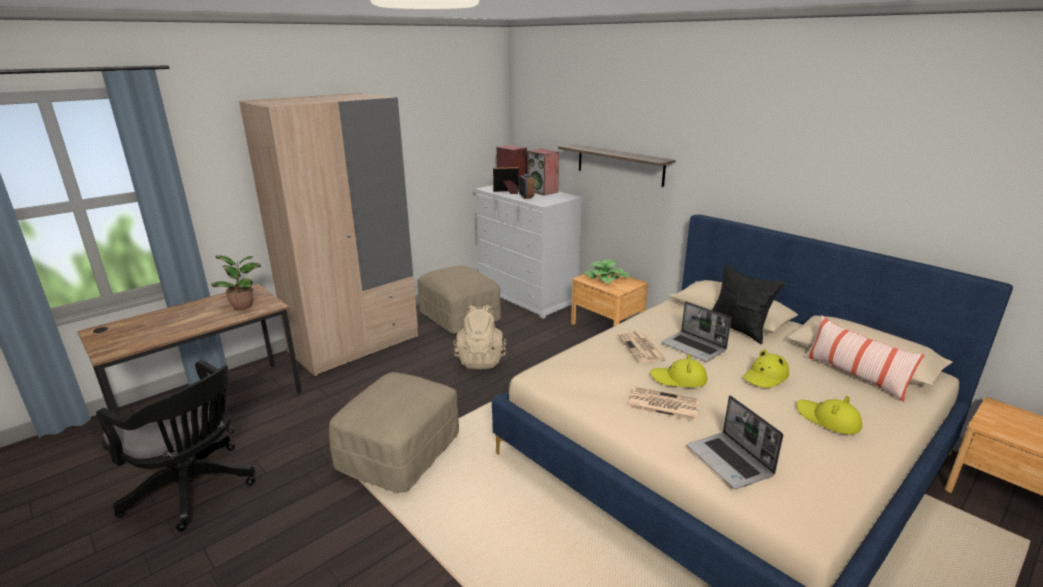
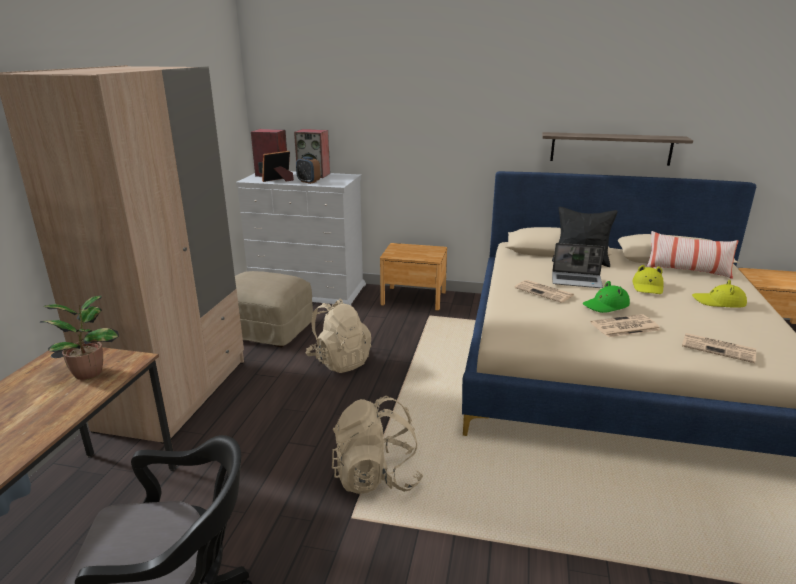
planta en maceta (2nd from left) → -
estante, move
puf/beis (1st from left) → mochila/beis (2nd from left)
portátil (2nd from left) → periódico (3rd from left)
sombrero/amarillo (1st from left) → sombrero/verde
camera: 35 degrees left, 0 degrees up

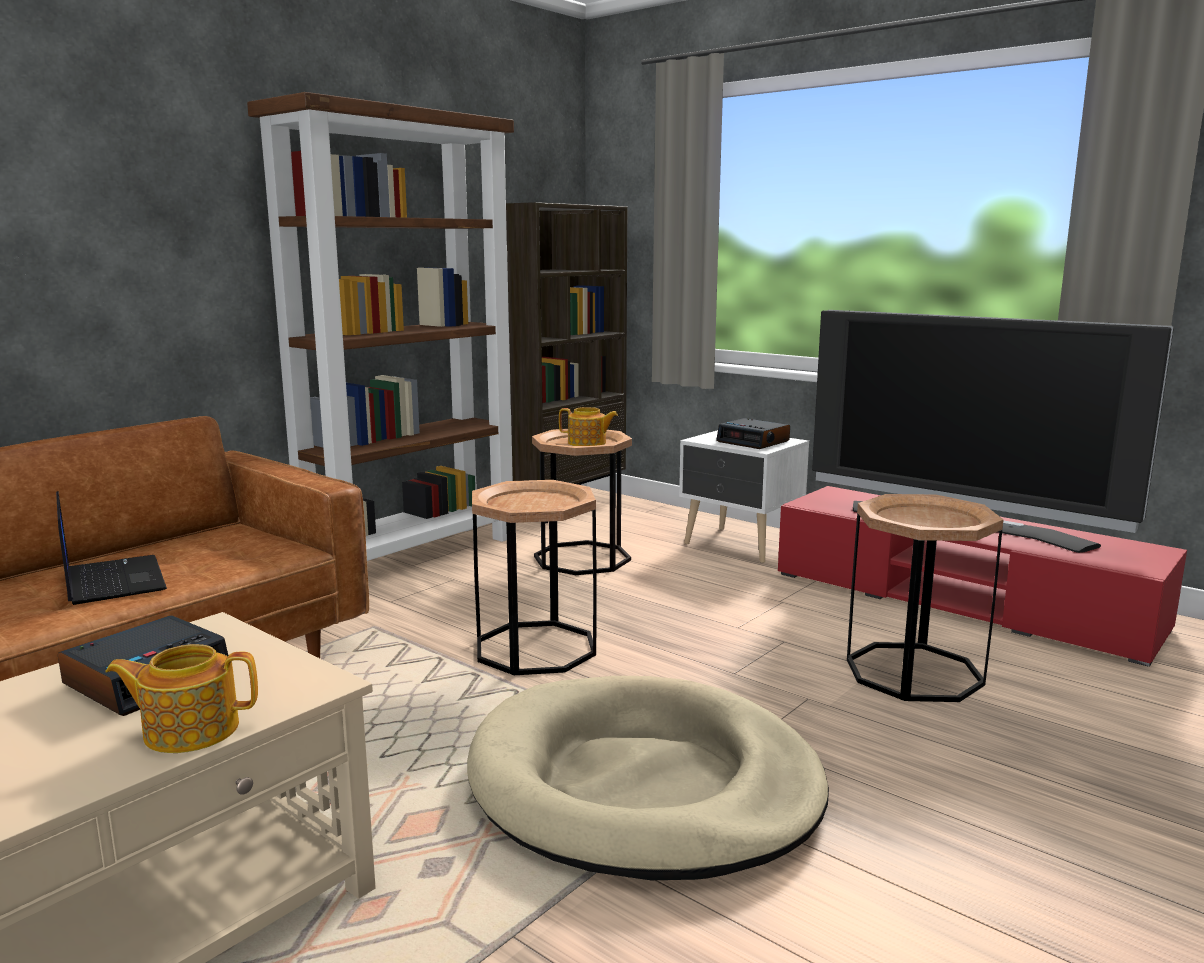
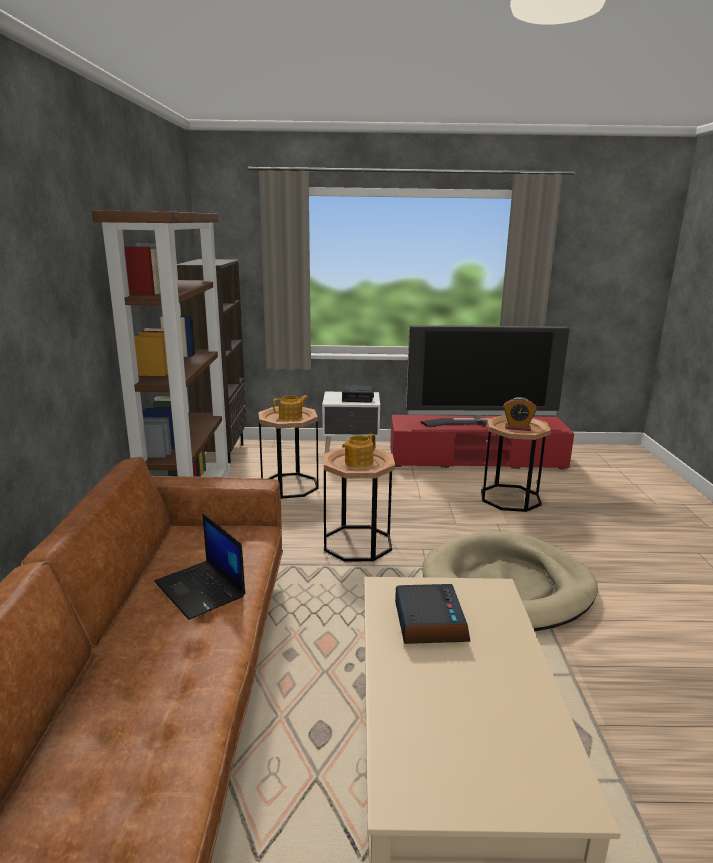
- → despertador (3rd from left)
tetera (1st from left in the first image) → tetera (2nd from left), move
portátil, 150 degrees counterclockwise
camera: 40 degrees left, 5 degrees up

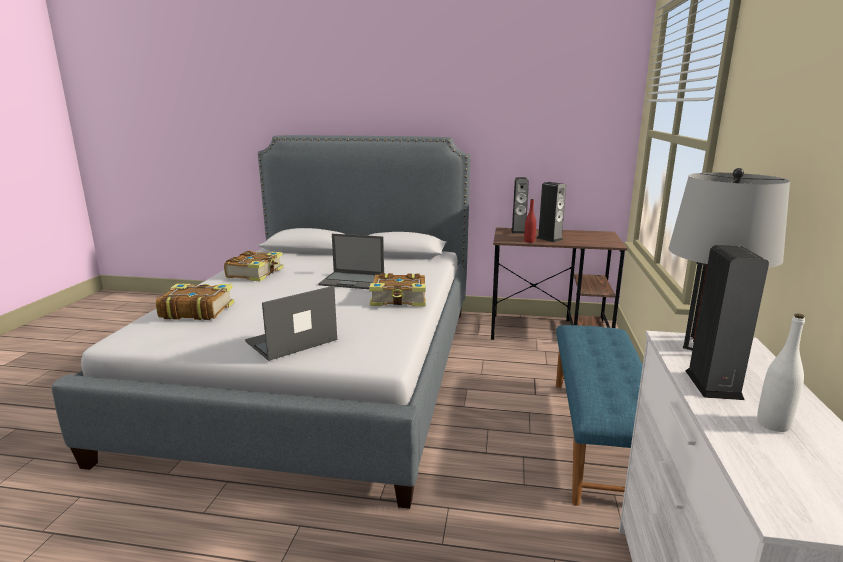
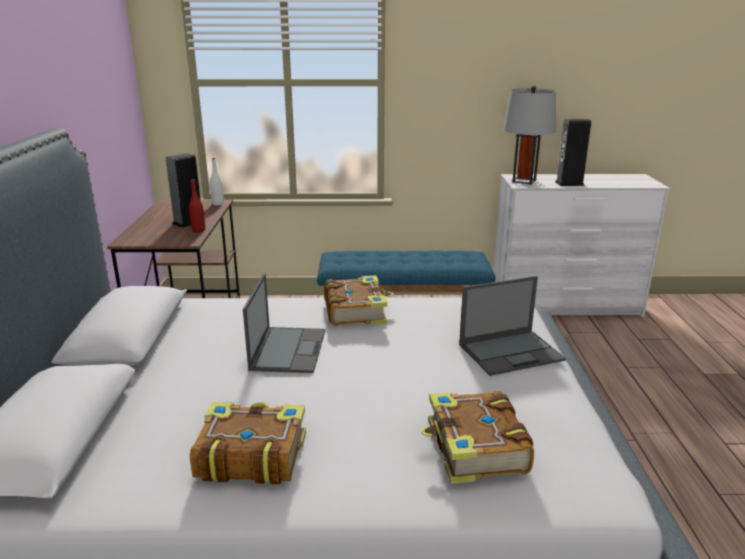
altavoz (1st from left) → -
botella/blanco, move
portátil (1st from left in the first image) → portátil (2nd from left), 60 degrees counterclockwise
camera: 100 degrees left, 5 degrees up

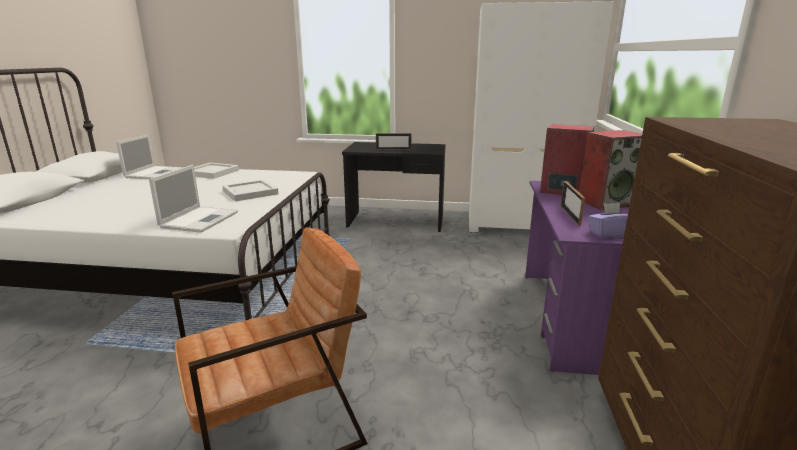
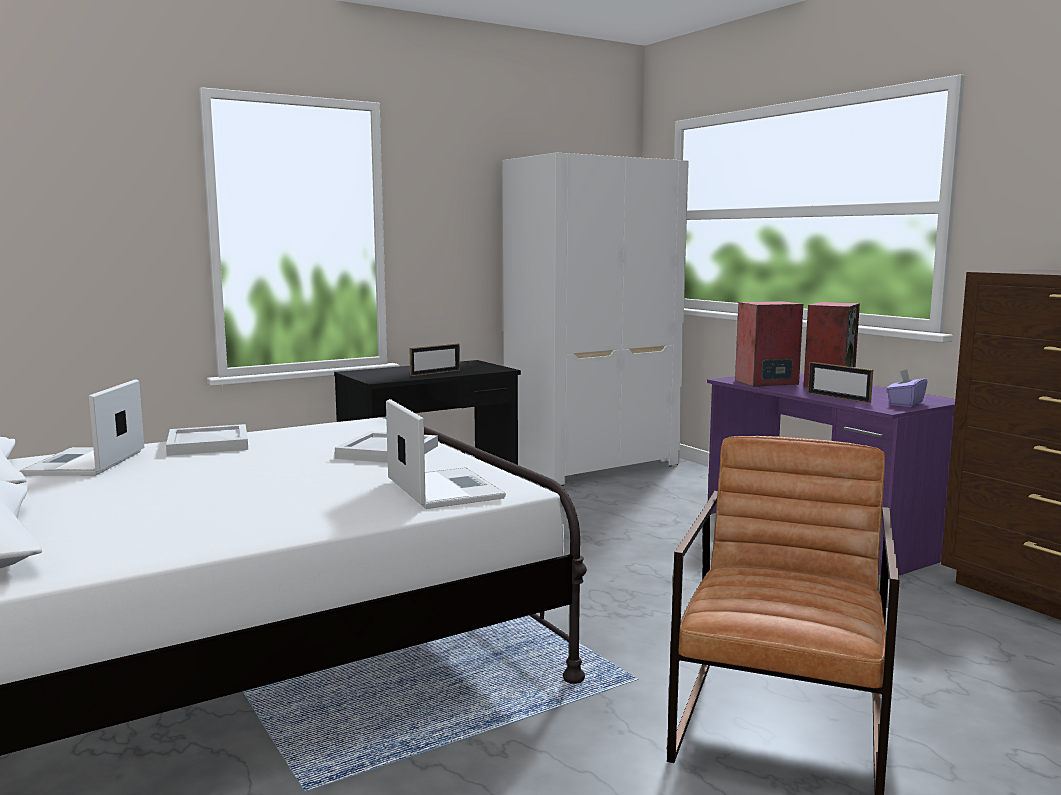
portátil (1st from left), 150 degrees counterclockwise
camera: 40 degrees left, 10 degrees down

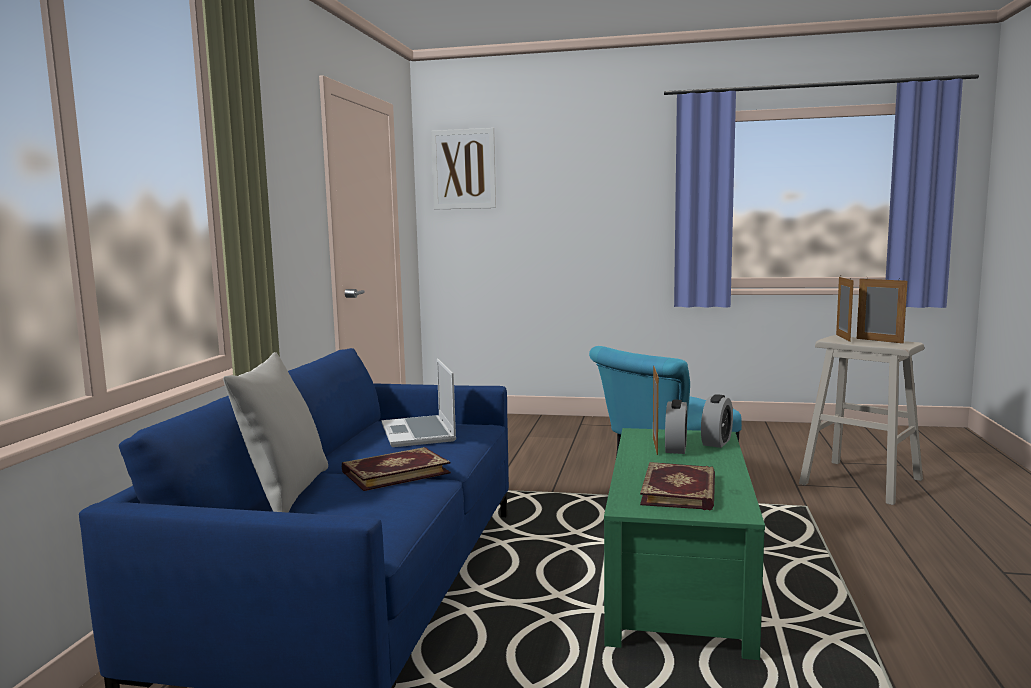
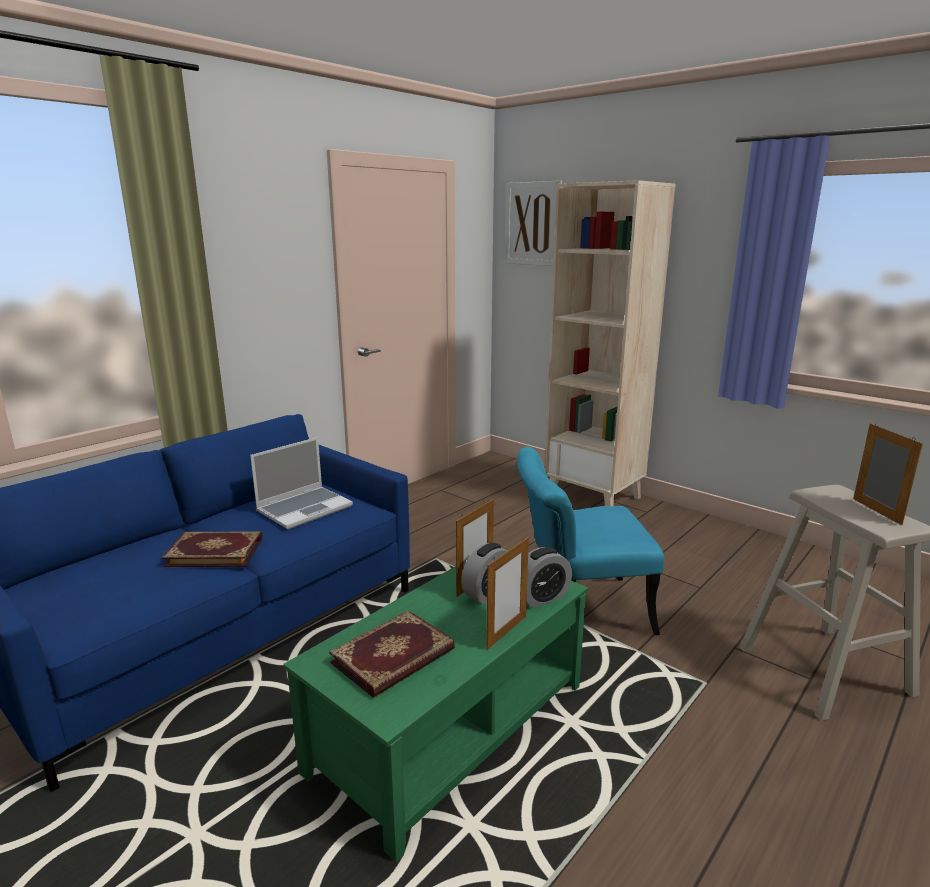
cojín/gris → -
- → estantería/beis
portarretratos (2nd from left), move
portátil, 150 degrees counterclockwise
camera: 30 degrees right, 10 degrees up

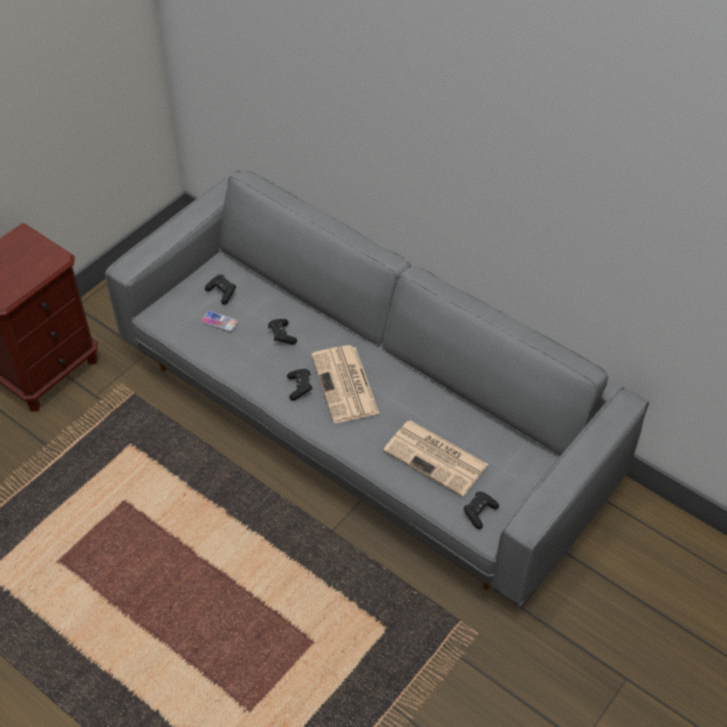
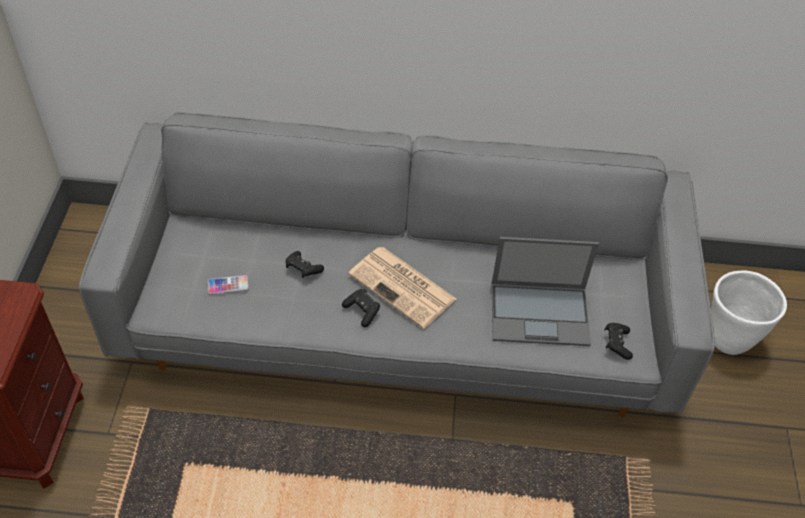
mando de consola/negro (1st from left) → -
- → maceta/blanco
periódico (2nd from left) → portátil
camera: 35 degrees left, 0 degrees up

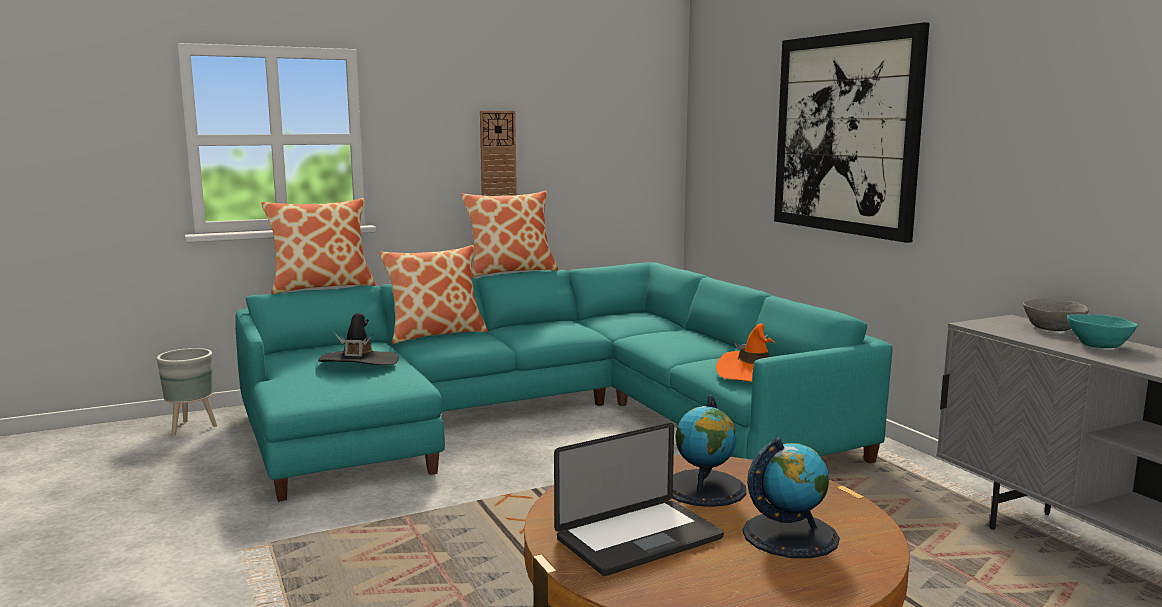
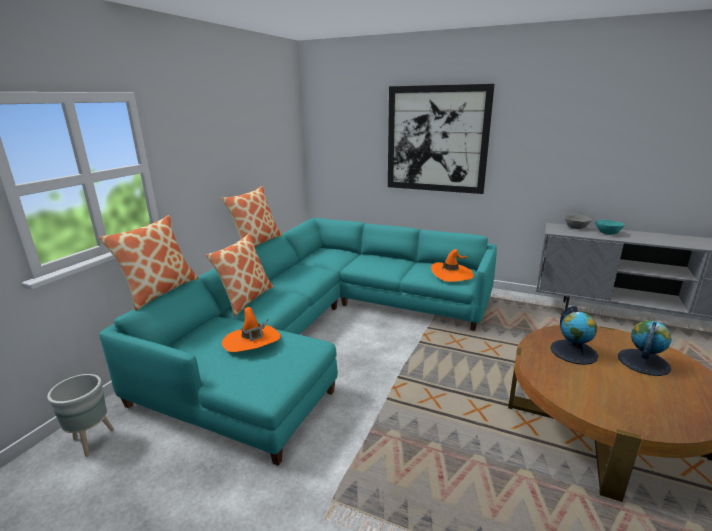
reloj de pared → -
portátil → -
sombrero/negro → sombrero/naranja (1st from left)
camera: 40 degrees left, 10 degrees up

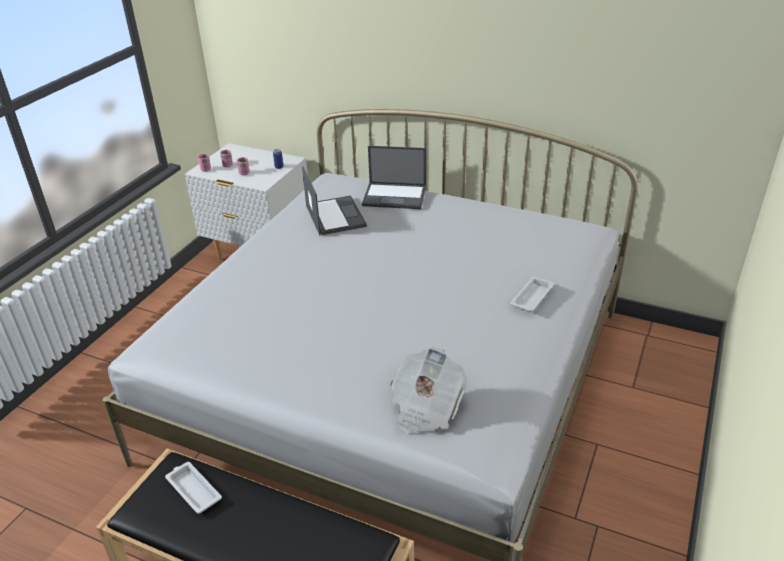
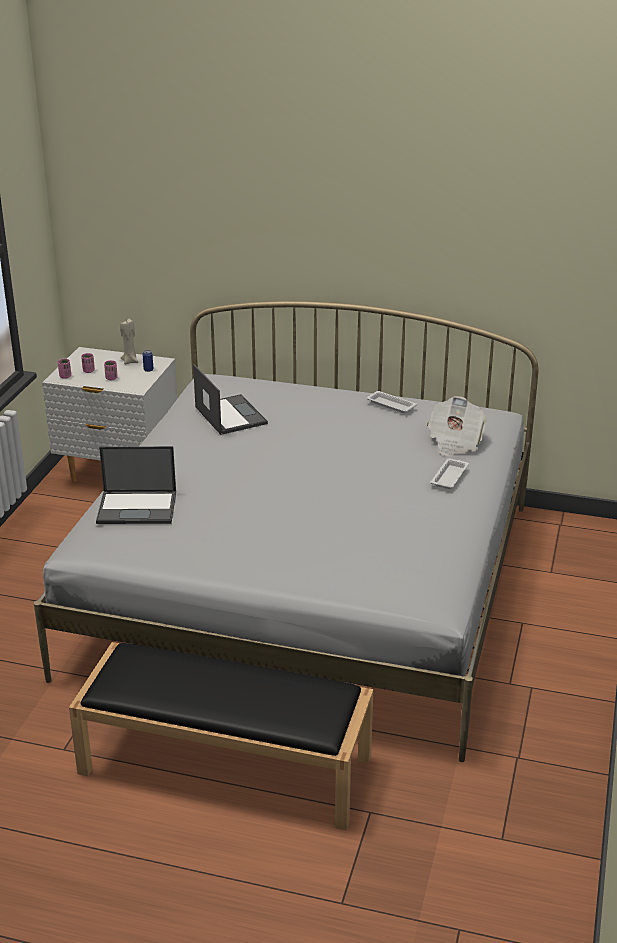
- → vela/beis
bandeja/blanco (1st from left), move
portátil (2nd from left in the first image) → portátil (1st from left), move
periódico, move
camera: 10 degrees left, 5 degrees down

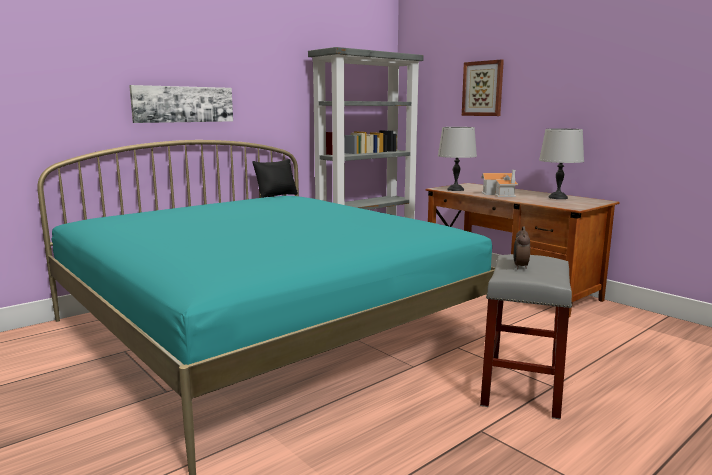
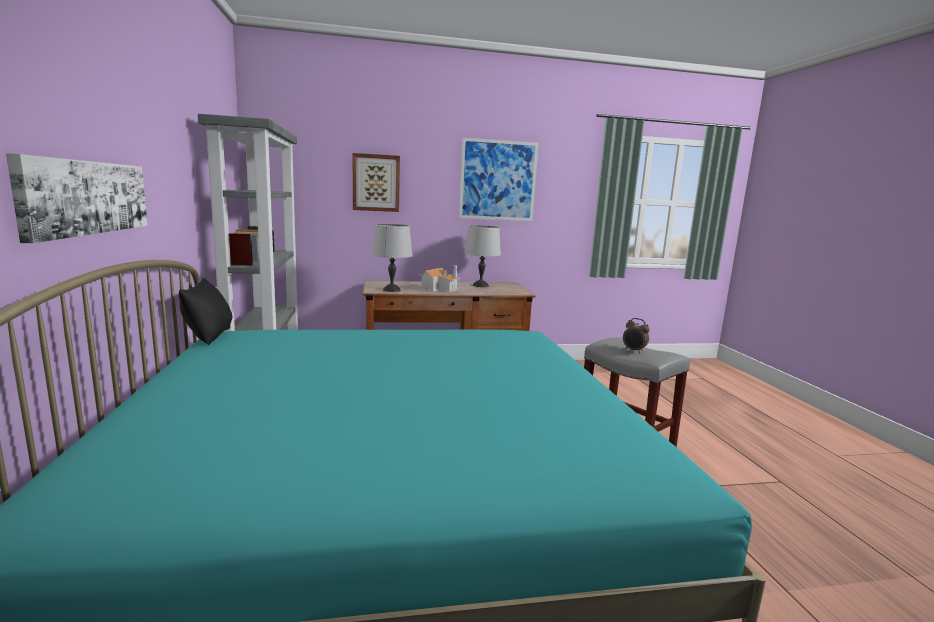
- → cuadro (3rd from left)
camera: 60 degrees left, 0 degrees up

